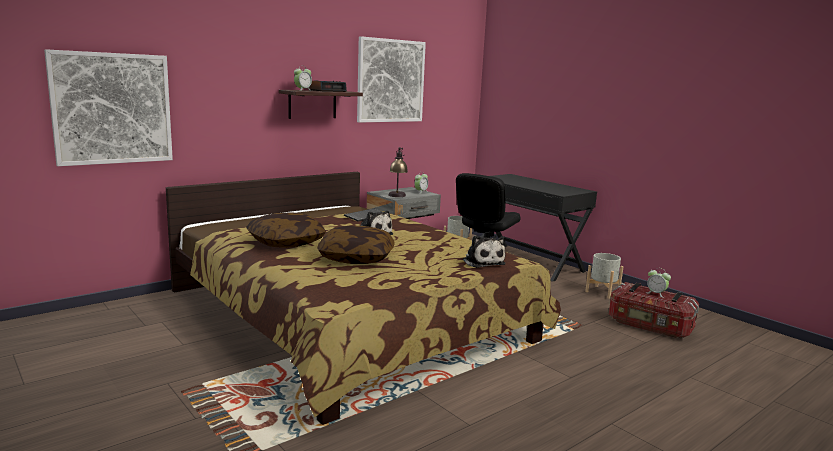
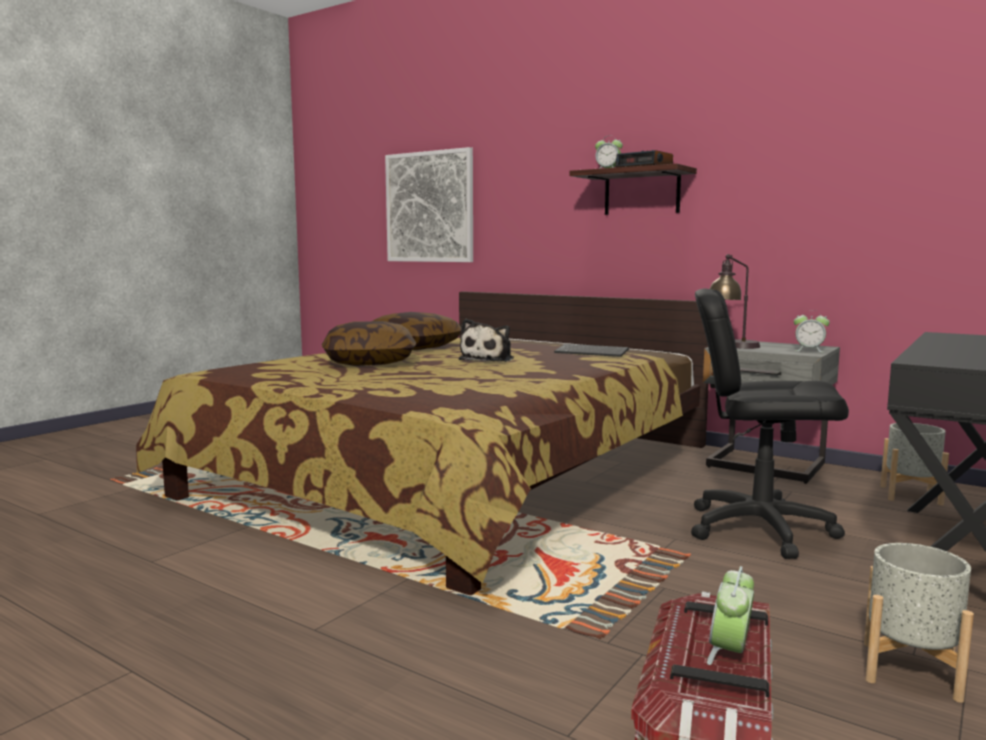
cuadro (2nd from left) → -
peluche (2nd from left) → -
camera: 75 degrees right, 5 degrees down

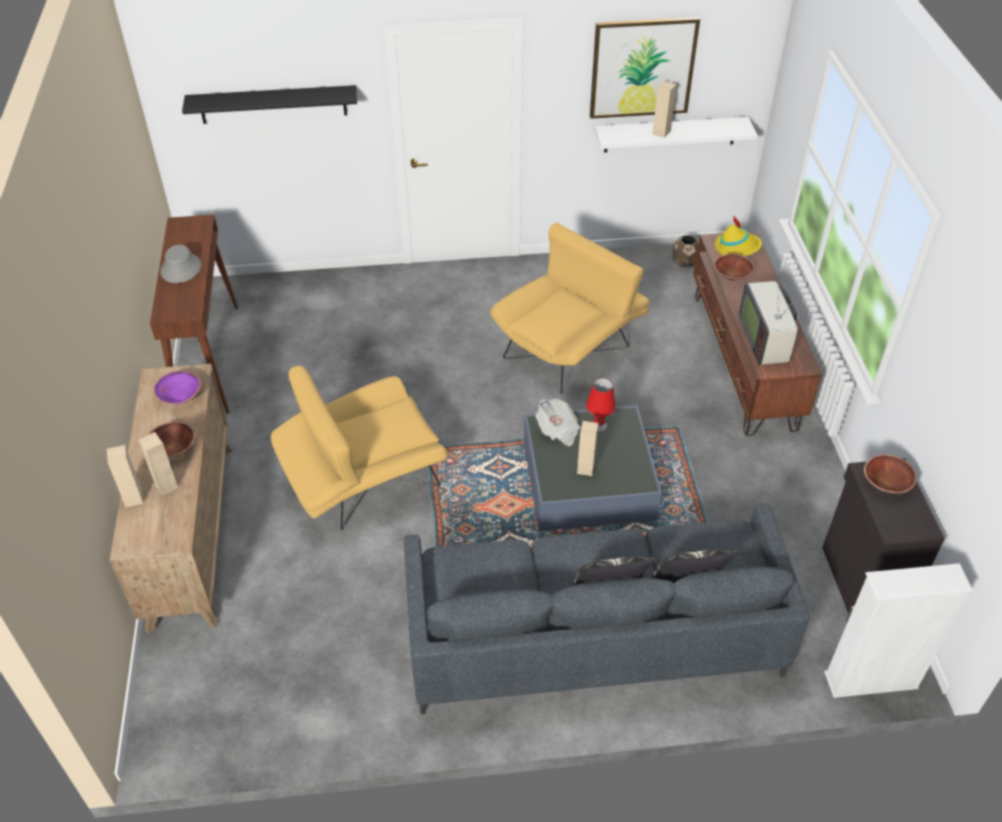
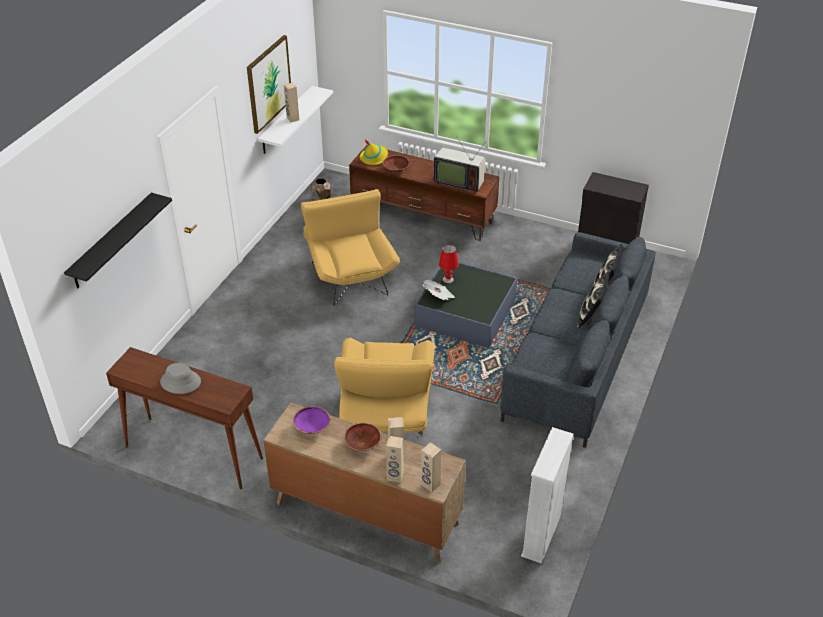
cuenco/marrón (3rd from left) → -
altavoz/beis (3rd from left in the first image) → altavoz/beis (4th from left), move
estantería/blanco, move
camera: 60 degrees left, 5 degrees down

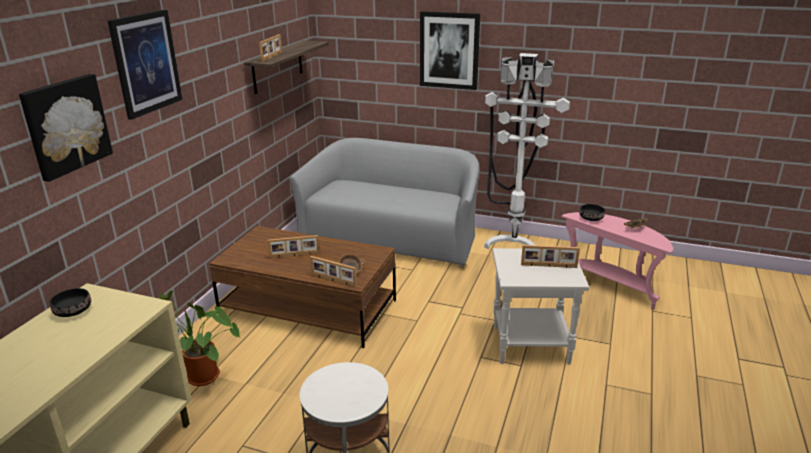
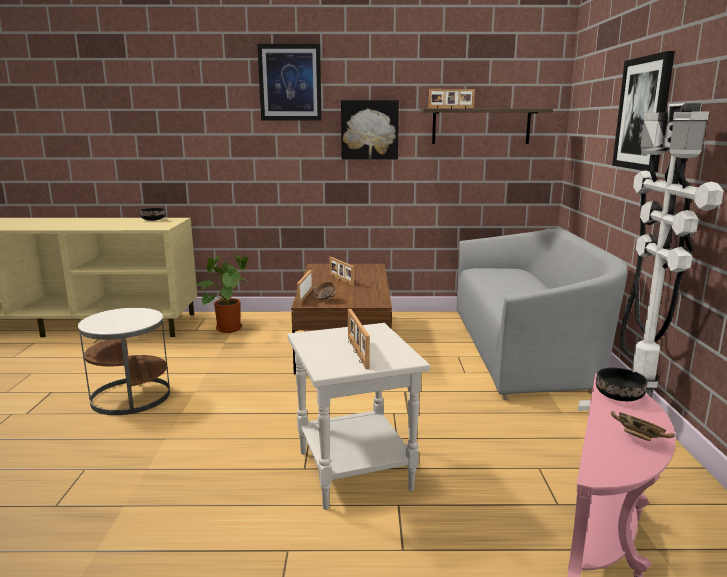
cuadro (1st from left in the first image) → cuadro (2nd from left), move
camera: 70 degrees right, 10 degrees down

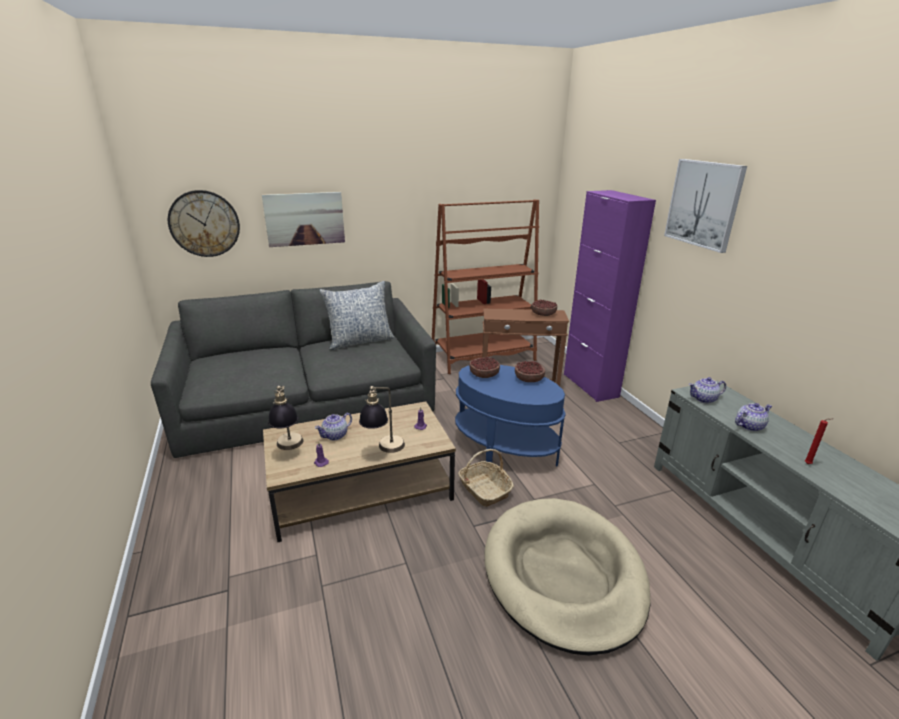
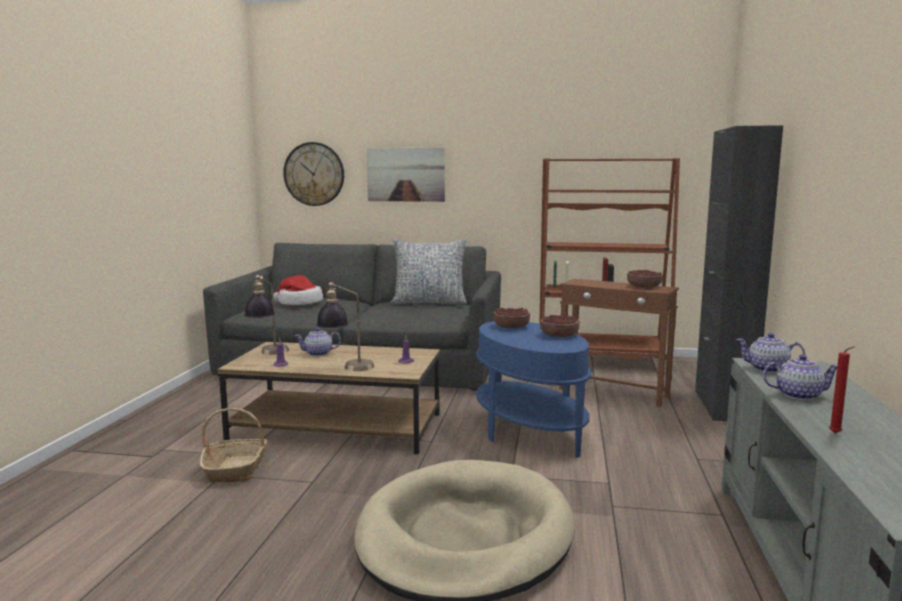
cuadro (2nd from left) → -
- → sombrero
cesta, move
armario/morado → armario/negro
camera: 30 degrees right, 15 degrees down

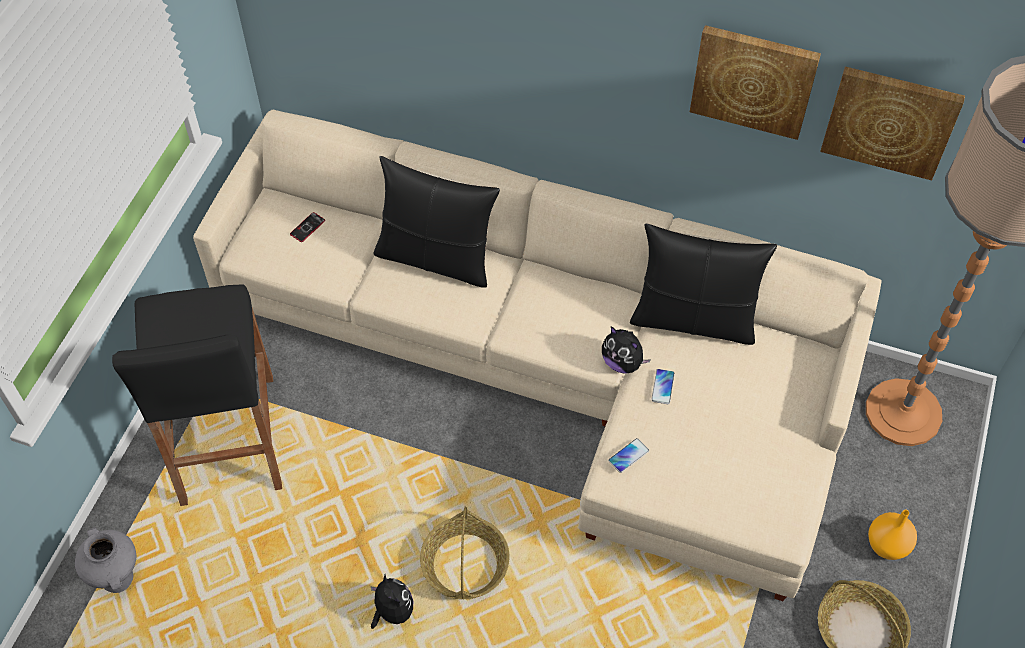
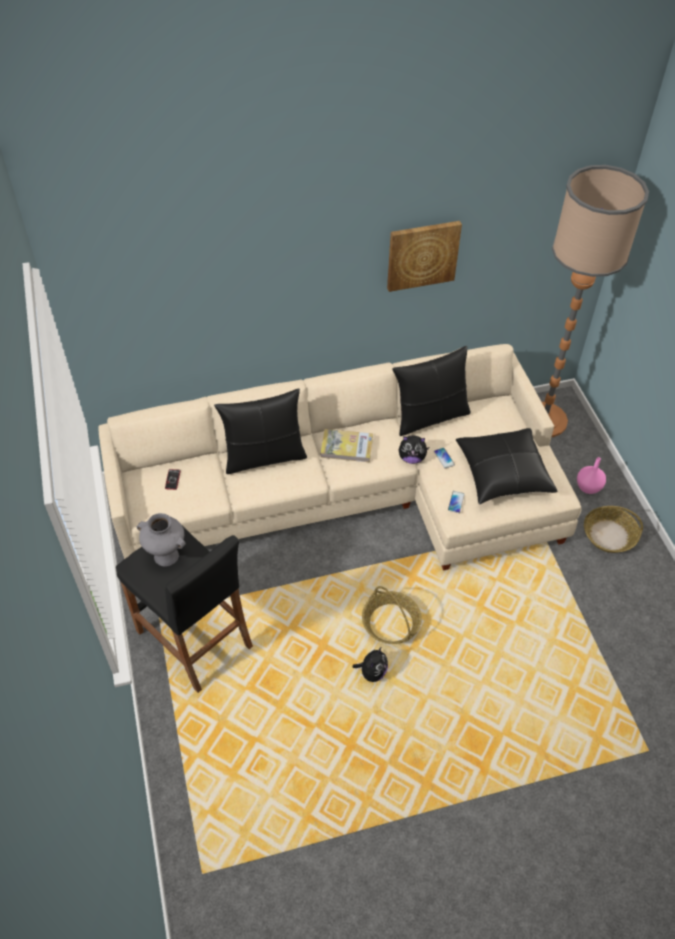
cuadro (2nd from left) → -
- → libro
- → cojín/negro (3rd from left)
florero/gris, move
florero/naranja → florero/rosa
peluche (1st from left), 90 degrees clockwise
camera: 35 degrees left, 5 degrees down

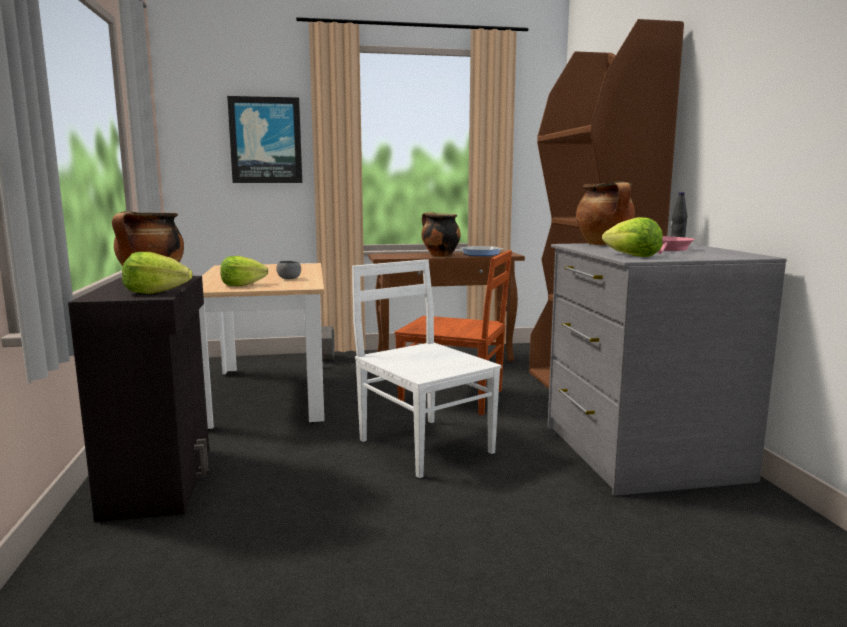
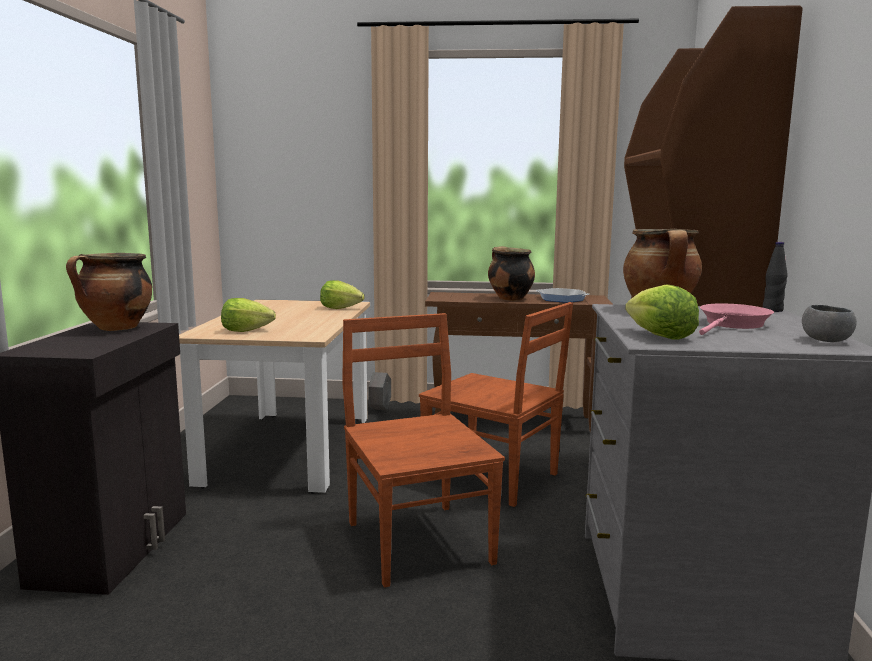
cuadro → -
lechuga (1st from left in the first image) → lechuga (2nd from left), move
cuenco/gris, move
silla/blanco → silla/marrón (1st from left)
camera: 15 degrees right, 0 degrees up

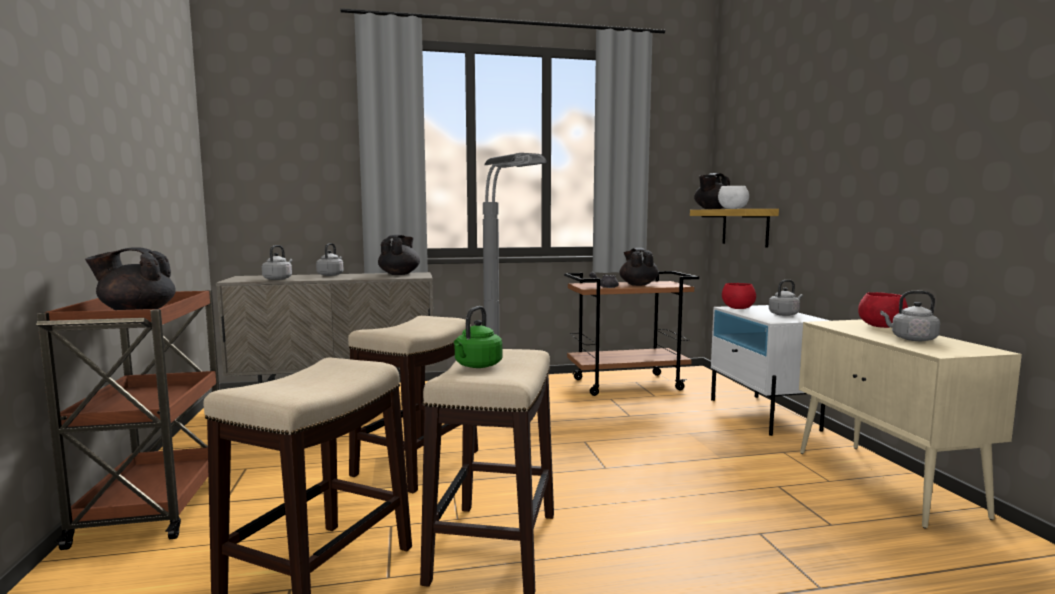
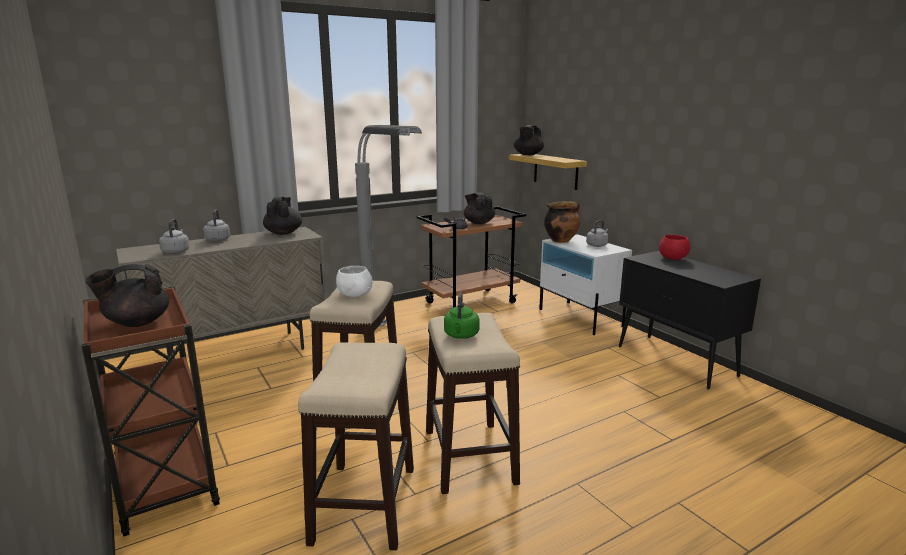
hervidor/gris (4th from left) → -
cuenco/blanco, move
cuenco/rojo (1st from left) → olla
armario/beis (2nd from left) → armario/negro
camera: 20 degrees left, 10 degrees up

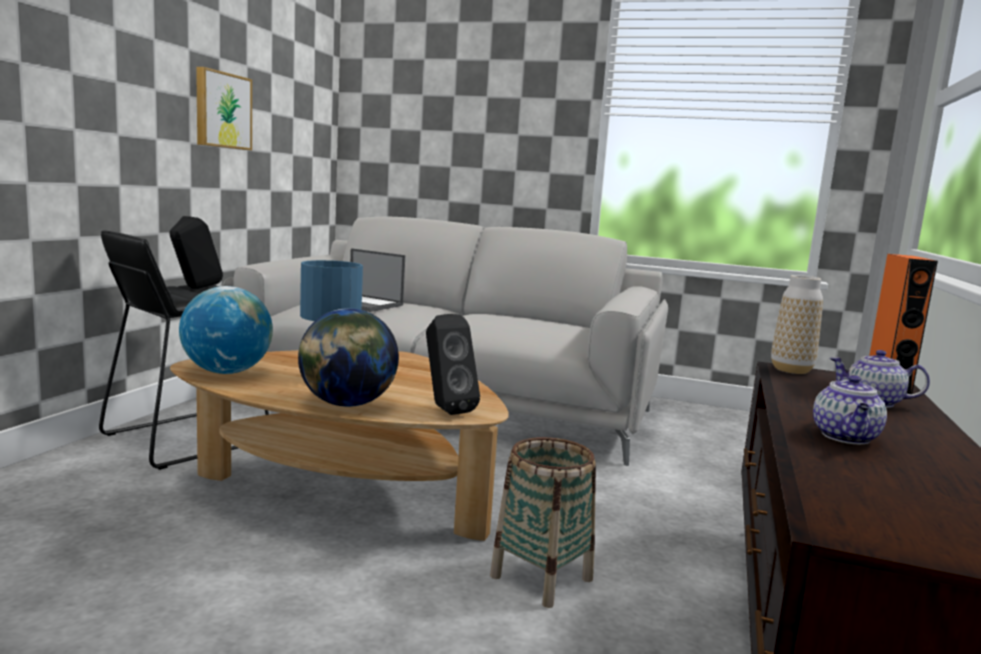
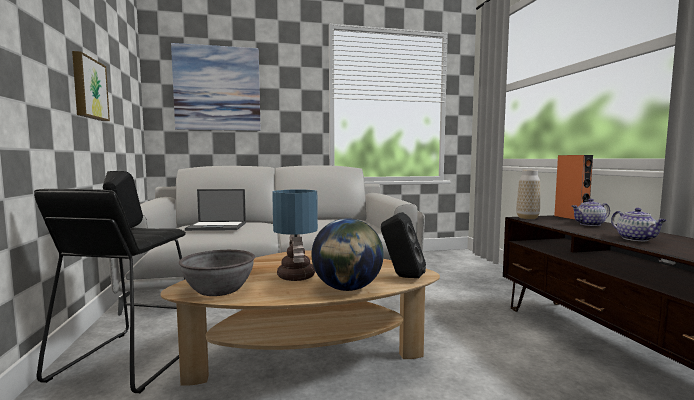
cesta → -
- → cuadro (2nd from left)
globo terráqueo (1st from left) → cuenco/gris
camera: 30 degrees left, 5 degrees down

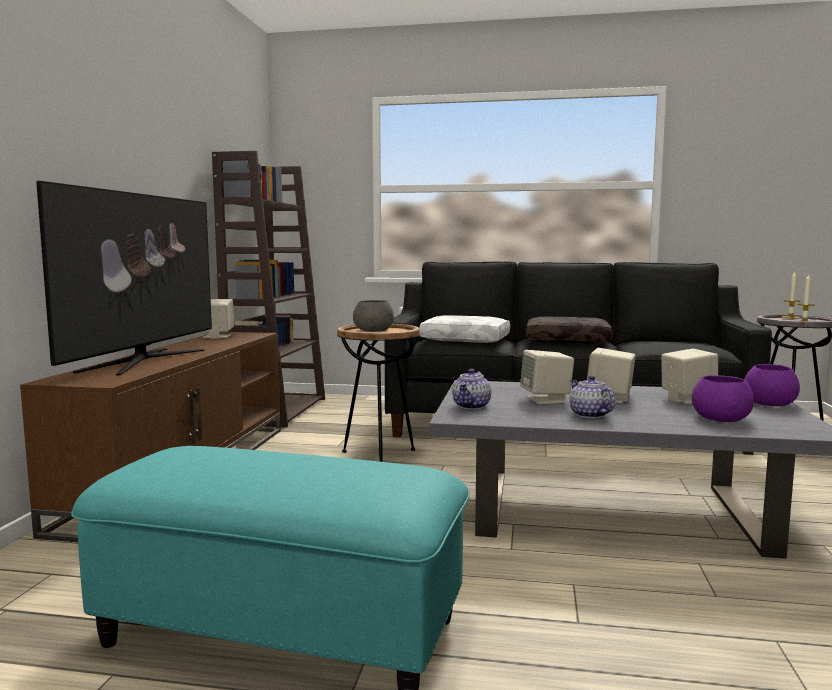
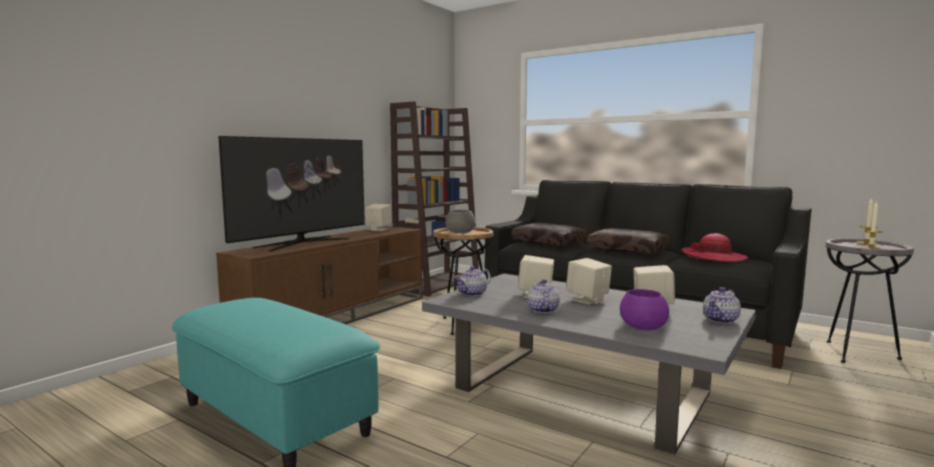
- → sombrero
cuenco/morado (2nd from left) → tetera (3rd from left)
cojín/blanco → cojín/marrón (1st from left)
camera: 25 degrees right, 0 degrees up

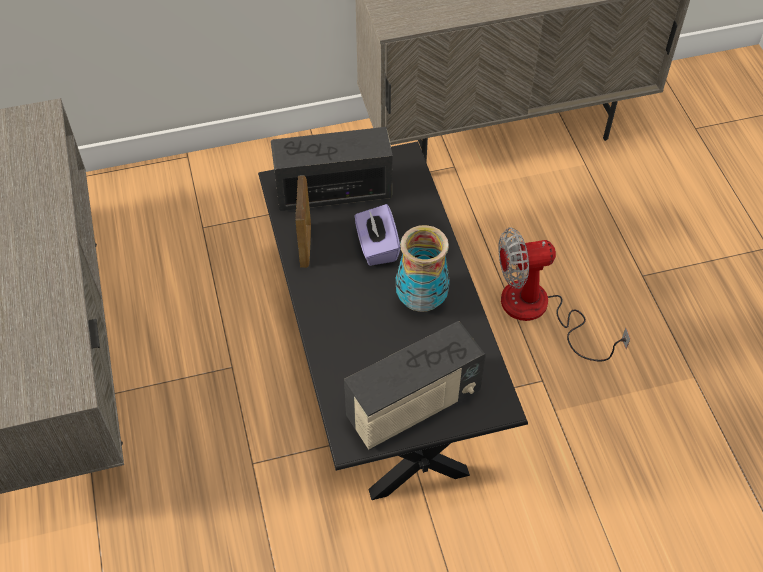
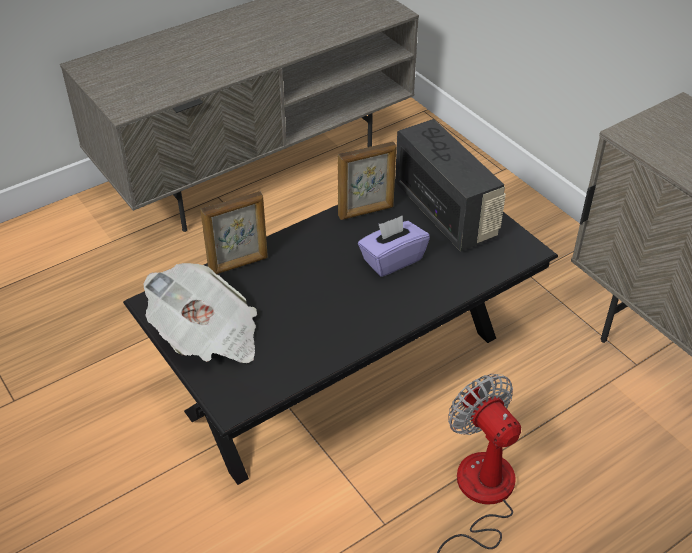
florero → -
- → portarretratos (1st from left)
radio (2nd from left) → periódico
camera: 70 degrees right, 10 degrees down

